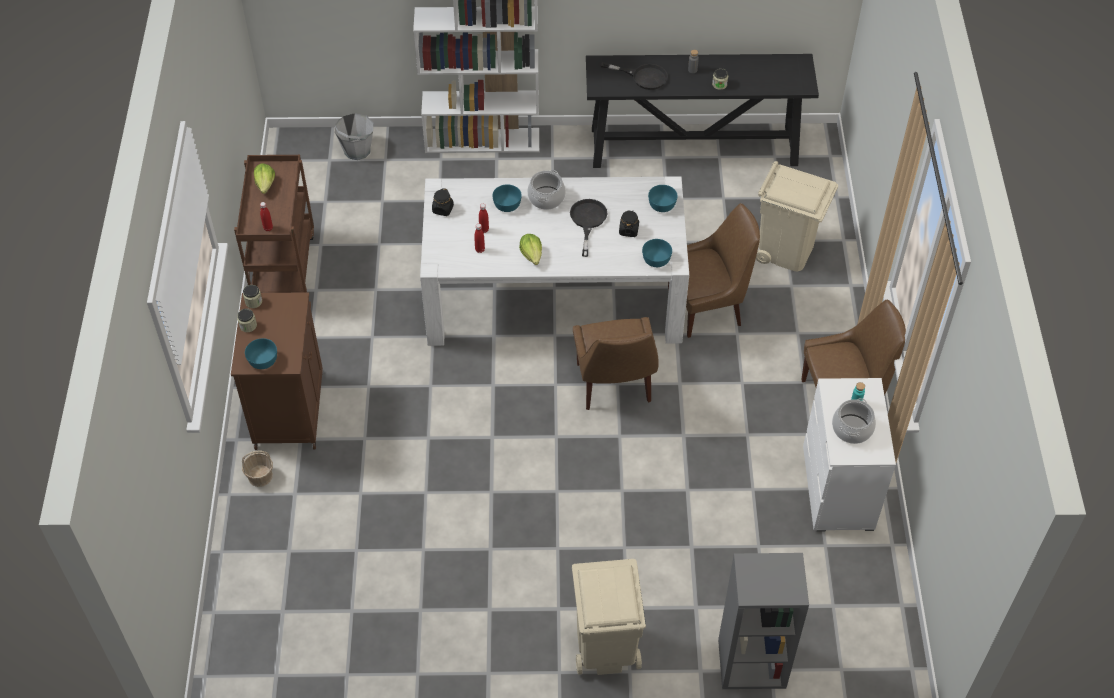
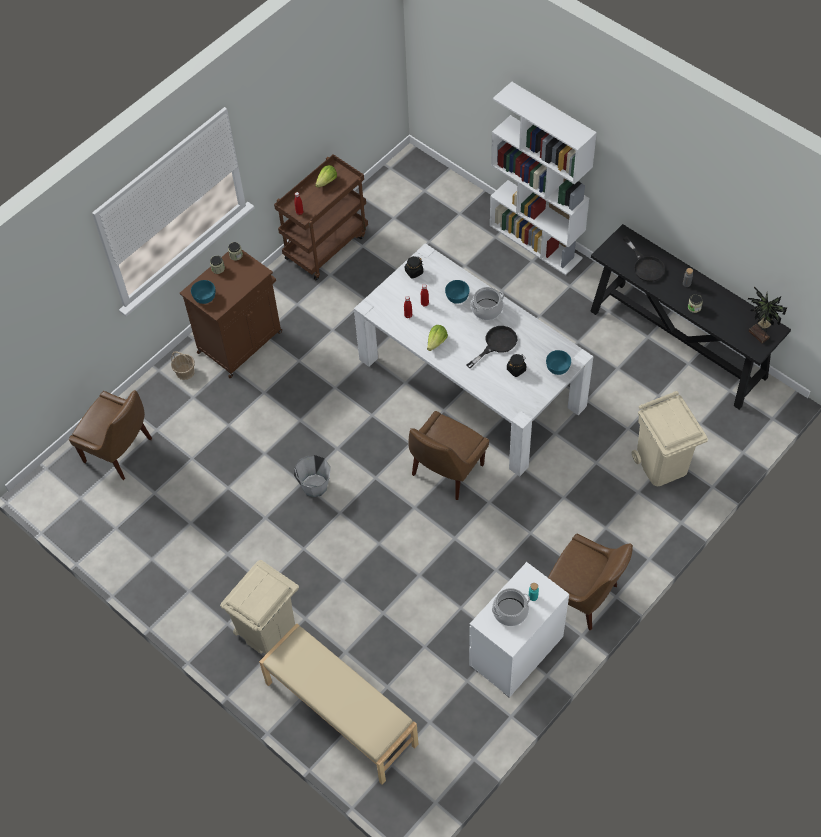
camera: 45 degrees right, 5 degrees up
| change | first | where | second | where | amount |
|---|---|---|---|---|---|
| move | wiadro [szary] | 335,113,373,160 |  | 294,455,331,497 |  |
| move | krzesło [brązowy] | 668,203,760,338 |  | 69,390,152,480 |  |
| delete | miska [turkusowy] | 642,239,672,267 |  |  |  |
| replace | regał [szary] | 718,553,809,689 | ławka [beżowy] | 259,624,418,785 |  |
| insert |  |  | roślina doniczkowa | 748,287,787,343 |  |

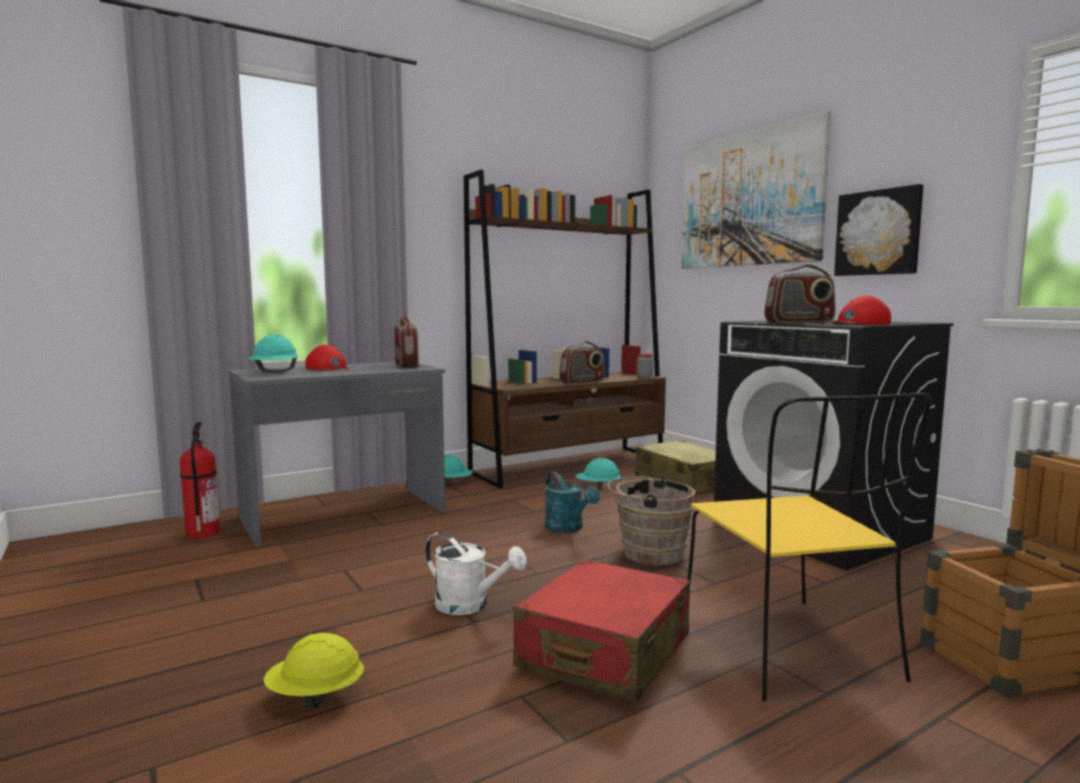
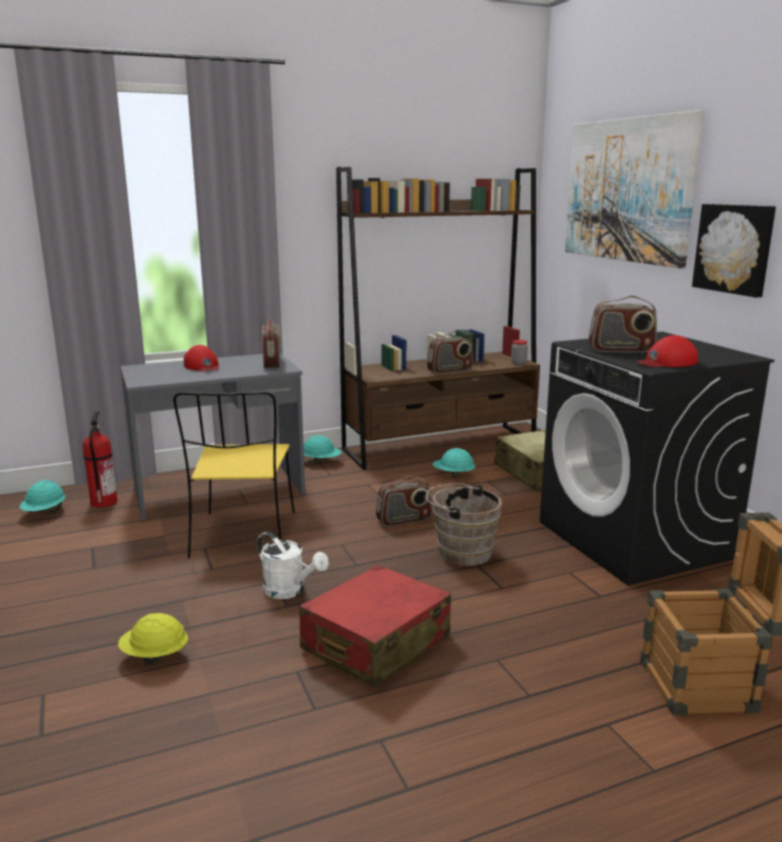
camera: 10 degrees right, 10 degrees up
| change | first | where | second | where | amount |
|---|---|---|---|---|---|
| move | kask [turkusowy] | 248,334,299,372 |  | 20,480,66,513 |  |
| move | krzesło [żółty] | 687,393,931,702 |  | 173,392,295,558 |  |
| replace | konewka [turkusowy] | 545,471,600,533 | radio | 376,476,432,526 |  |

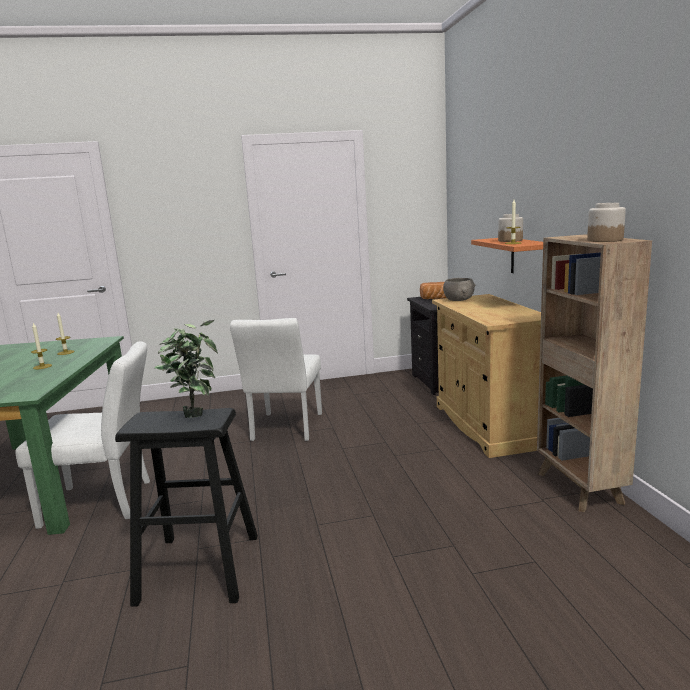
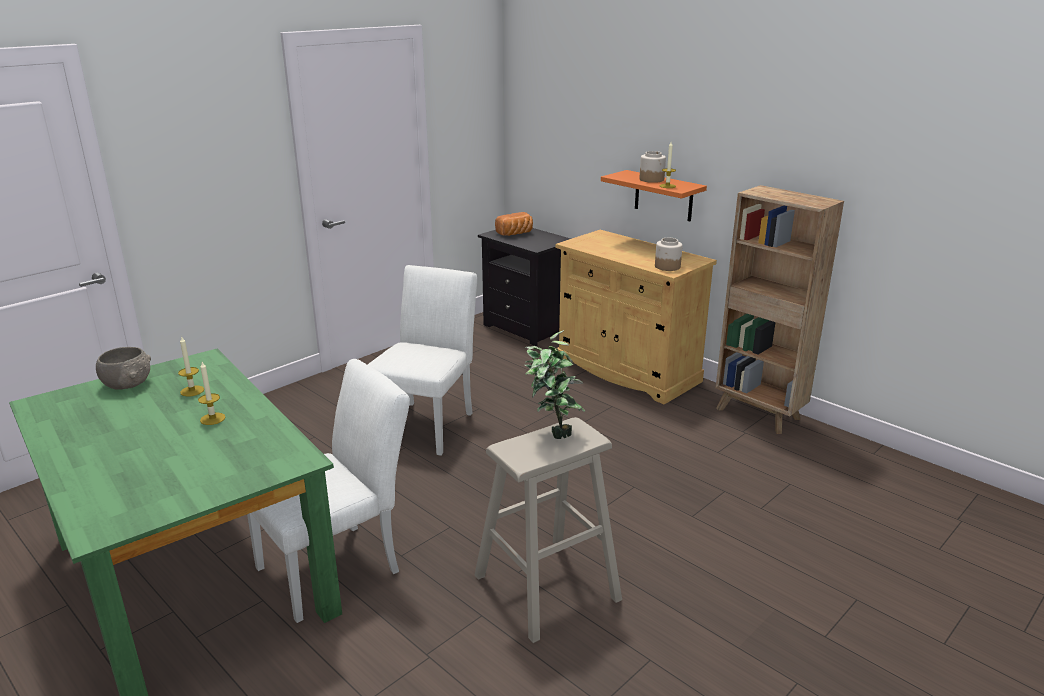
camera: 35 degrees left, 10 degrees up
| change | first | where | second | where | amount |
|---|---|---|---|---|---|
| move | słoik | 587,203,626,242 |  | 655,238,683,271 |  |
| move | miska [szary] | 443,278,475,301 |  | 96,347,151,390 |  |
| rotate | krzesło [biały] | 230,318,322,441 |  | 367,265,477,456 | 135 degrees counterclockwise |
| recolor | stołek [czarny] | 115,408,258,607 | stołek [beżowy] | 475,417,622,643 |  |

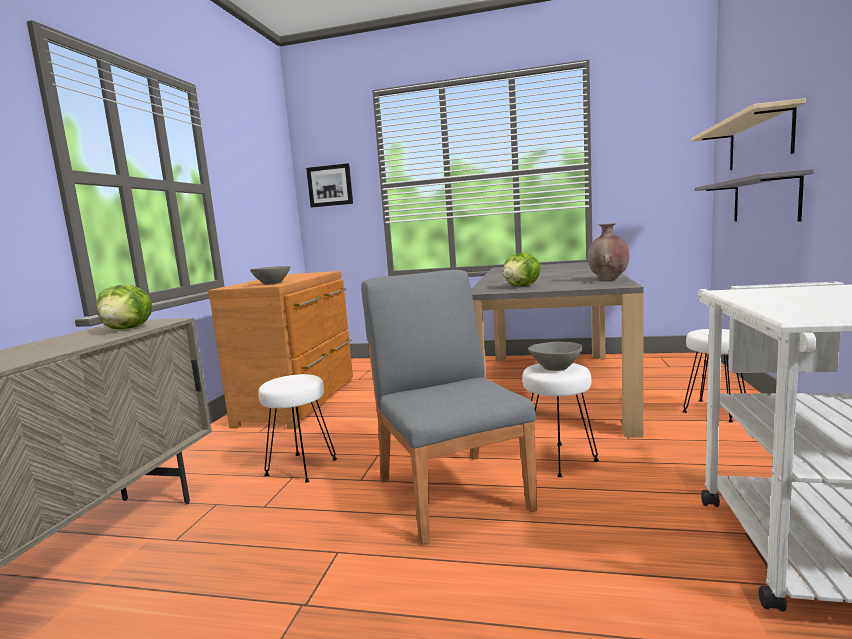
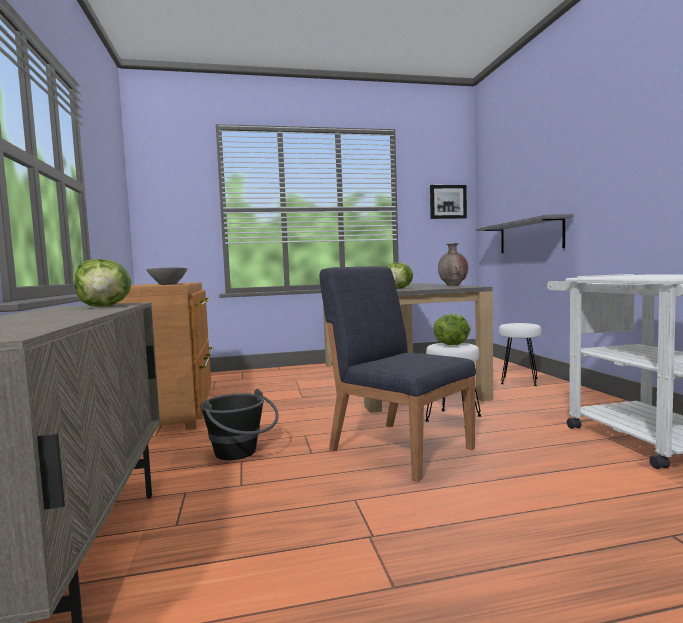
camera: 25 degrees left, 5 degrees down
| change | first | where | second | where | amount |
|---|---|---|---|---|---|
| delete | półka [beżowy] | 691,98,806,170 |  |  |  |
| move | obraz | 306,163,353,207 |  | 430,185,467,219 |  |
| recolor | krzesło [szary] | 361,270,537,545 | krzesło [niebieski] | 319,266,476,482 |  |
| replace | miska [szary] | 528,342,583,371 | sałata | 433,314,471,345 |  |
| replace | stołek [biały] | 258,374,337,483 | wiadro [czarny] | 200,389,279,460 |  |

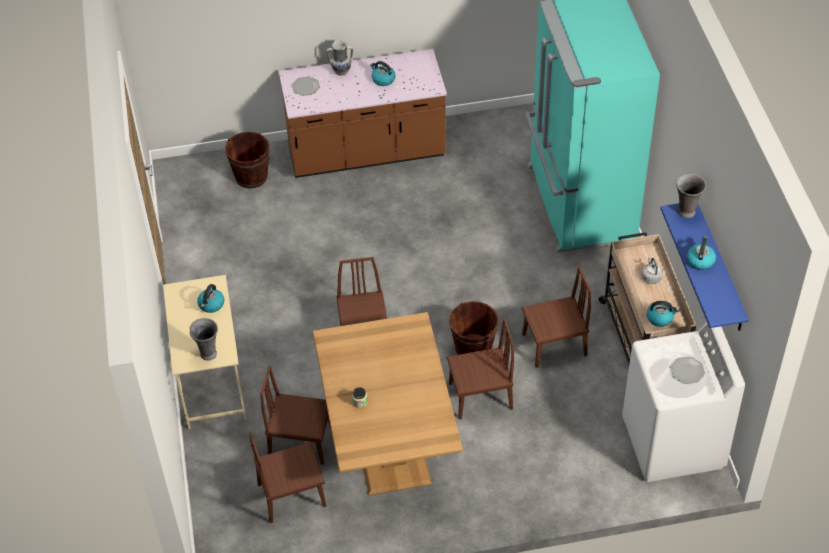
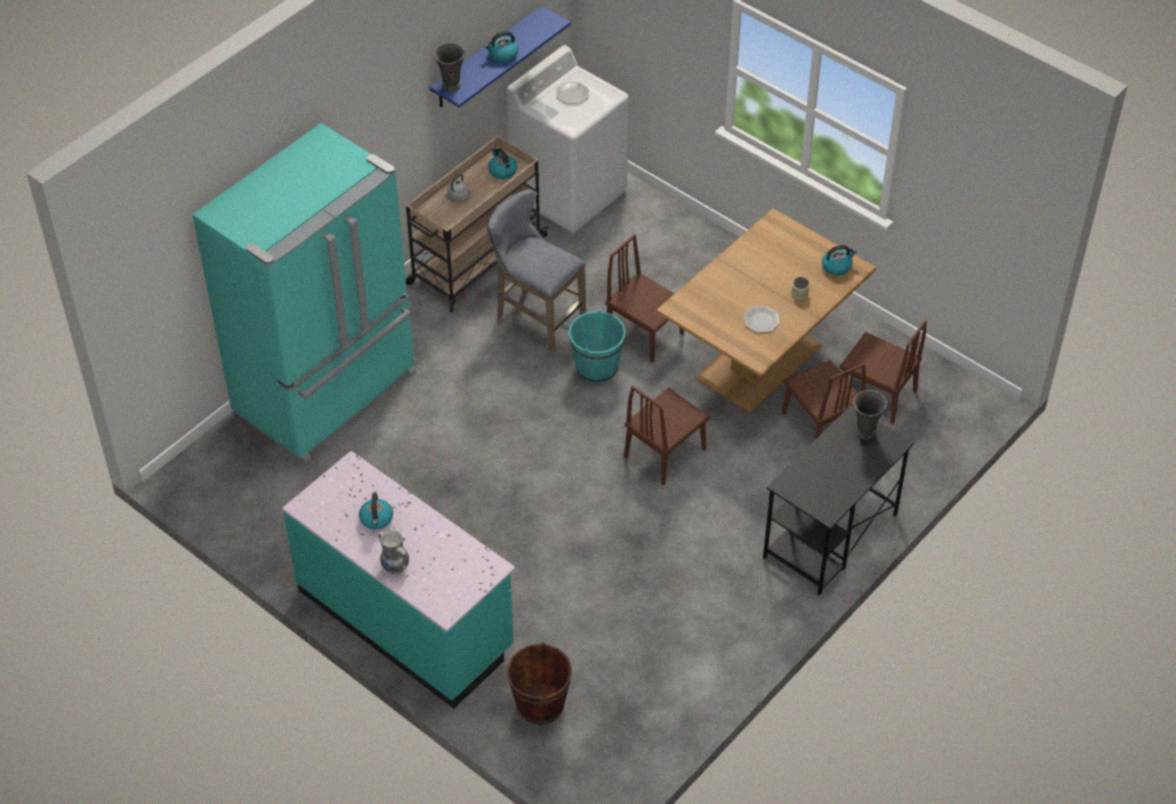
camera: 130 degrees left, 0 degrees up
| change | first | where | second | where | amount |
|---|---|---|---|---|---|
| recolor | zabudowa kuchenna [brązowy] | 279,49,447,178 | zabudowa kuchenna [turkusowy] | 282,451,515,709 |  |
| move | talerz | 292,76,320,96 |  | 744,306,780,333 |  |
| replace | krzesło [brązowy] | 522,266,591,368 | stołek [szary] | 487,189,586,351 |  |
| recolor | biurko [beżowy] | 163,275,246,429 | biurko [czarny] | 763,405,914,595 |  |
| move | czajnik | 197,284,224,313 |  | 822,245,857,276 |  |
| recolor | wiadro [brązowy] | 449,301,499,355 | wiadro [turkusowy] | 569,310,626,384 |  |

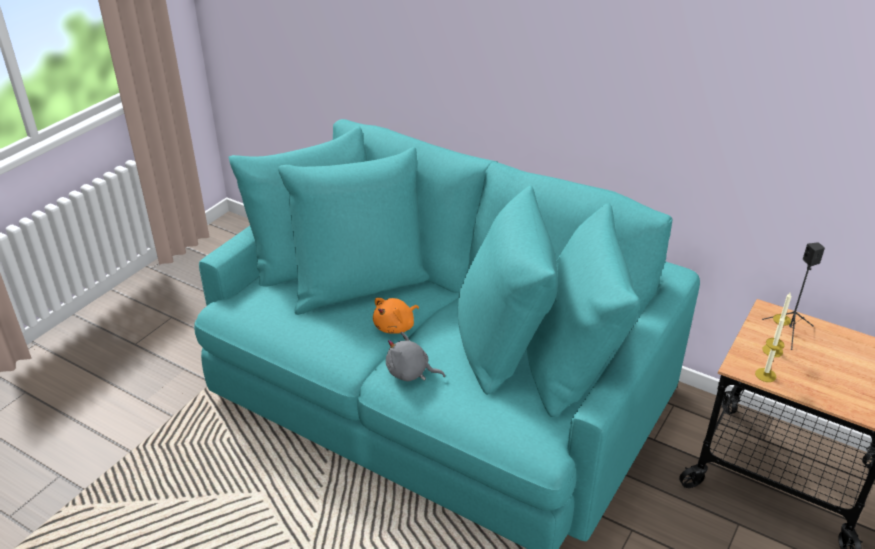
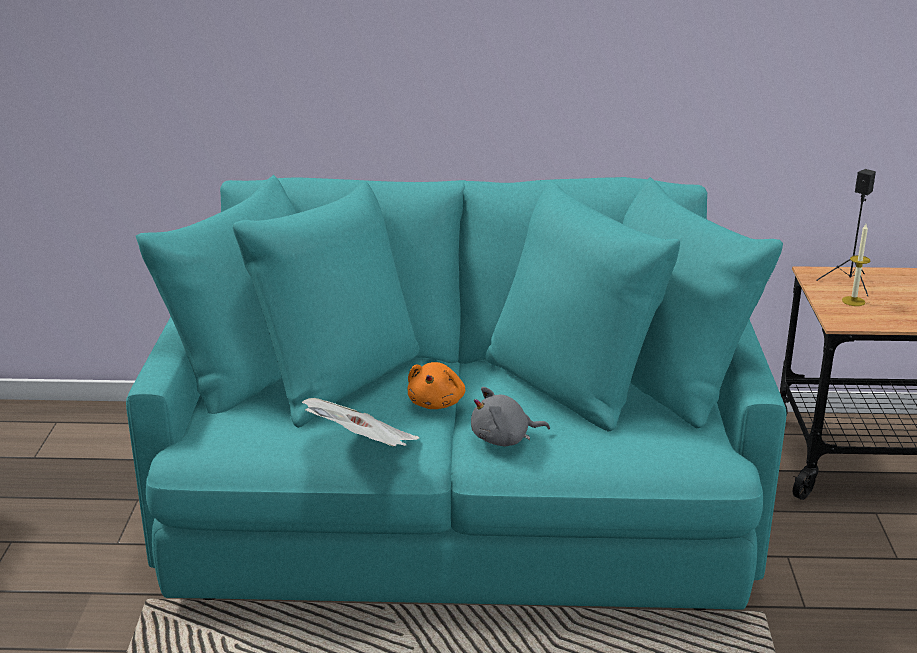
camera: 30 degrees left, 10 degrees down
| change | first | where | second | where | amount |
|---|---|---|---|---|---|
| delete | świeca | 755,316,785,382 |  |  |  |
| insert |  |  | gazeta | 302,398,419,446 |  |

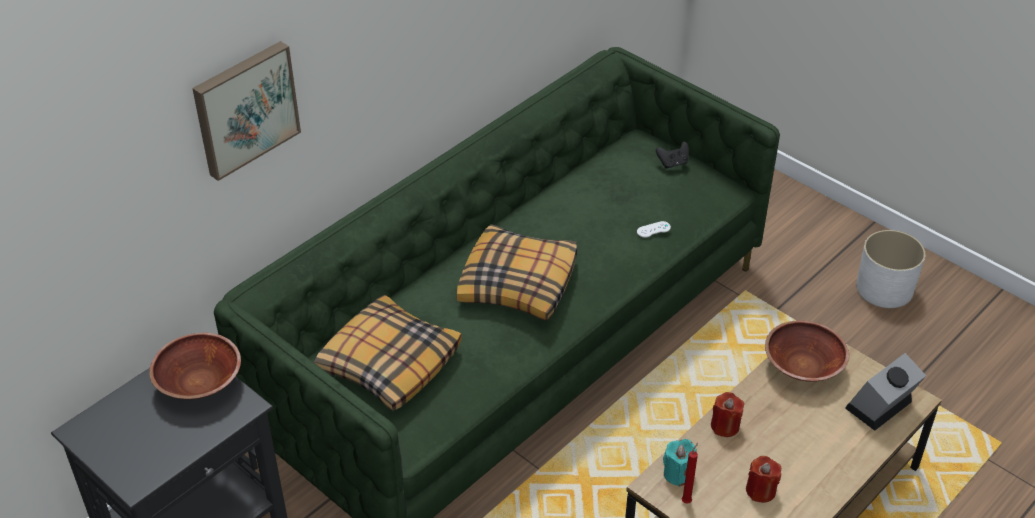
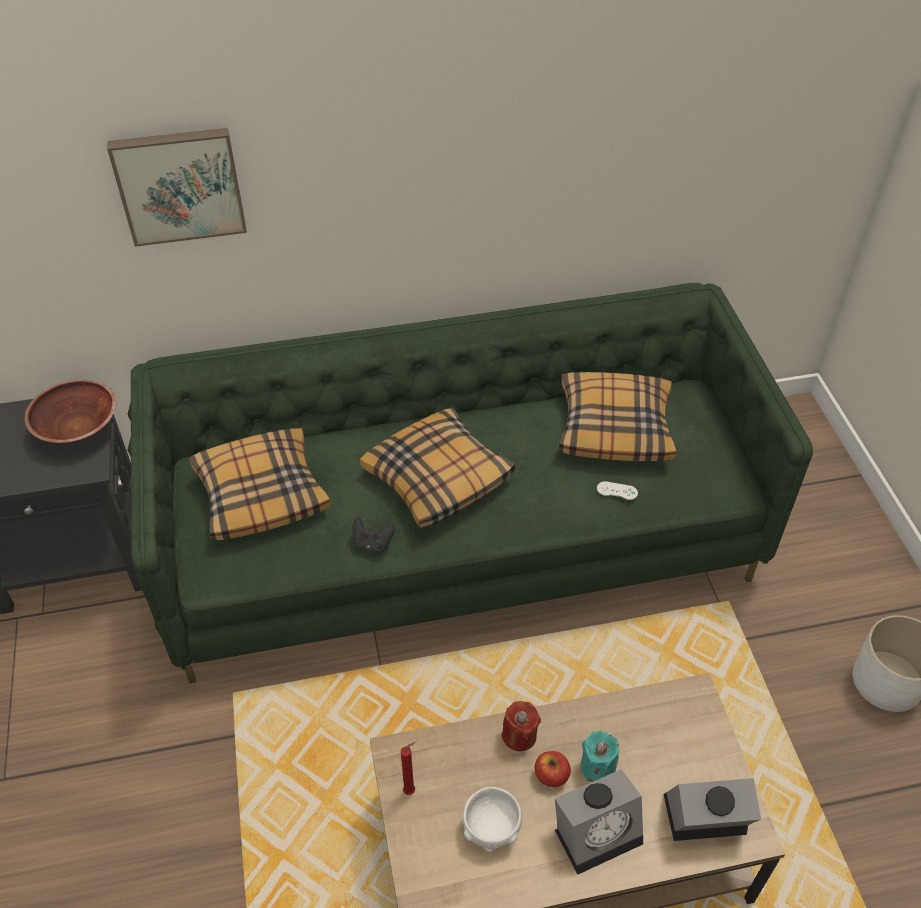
camera: 35 degrees right, 5 degrees up
| change | first | where | second | where | amount |
|---|---|---|---|---|---|
| move | pad do gier [czarny] | 656,141,689,168 |  | 352,517,395,552 |  |
| delete | miska [brązowy] | 765,320,849,382 |  |  |  |
| move | świeca [turkusowy] | 663,439,697,487 |  | 581,731,619,782 |  |
| replace | świeca [czerwony] | 746,456,781,503 | miska [biały] | 463,787,522,852 |  |
| insert |  |  | poduszka | 559,372,676,461 |  |
| insert |  |  | jabłko | 535,751,571,787 |  |
| insert |  |  | budzik | 555,769,643,875 |  |

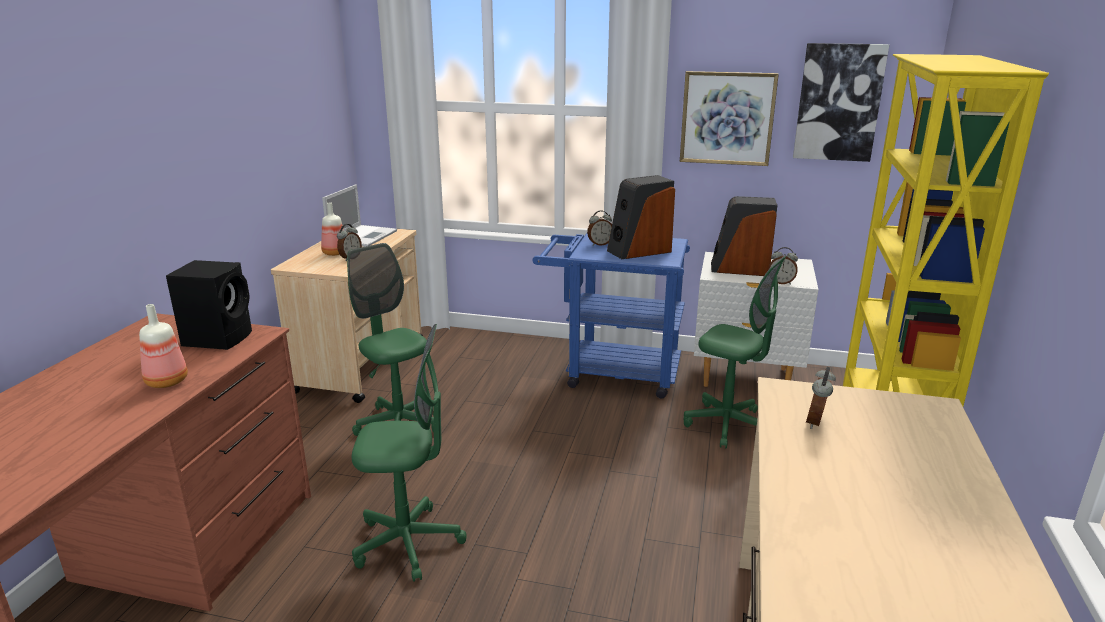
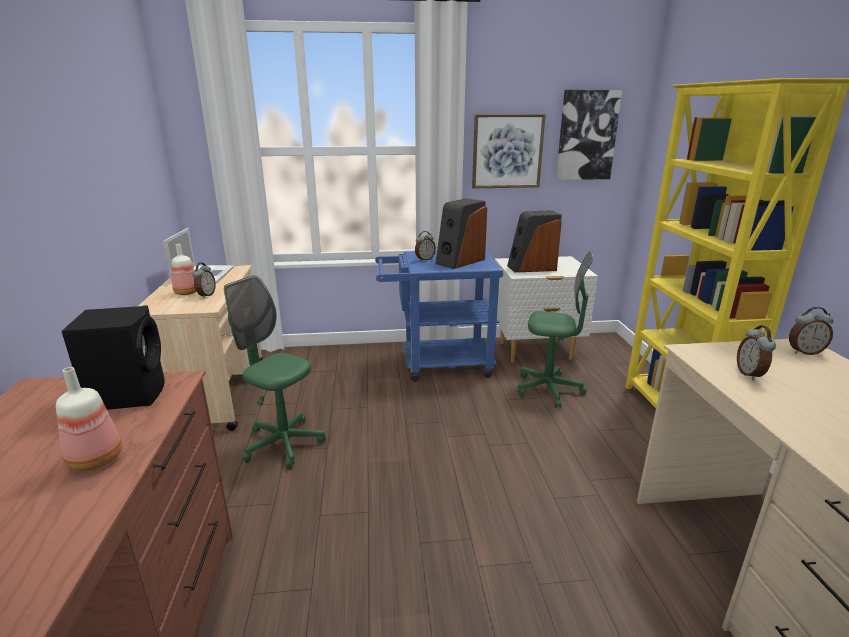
camera: 20 degrees left, 0 degrees up
| change | first | where | second | where | amount |
|---|---|---|---|---|---|
| move | budzik | 768,247,798,285 |  | 789,307,833,355 |  |
| delete | krzesło biurowe [zielony] | 352,324,467,582 |  |  |  |

